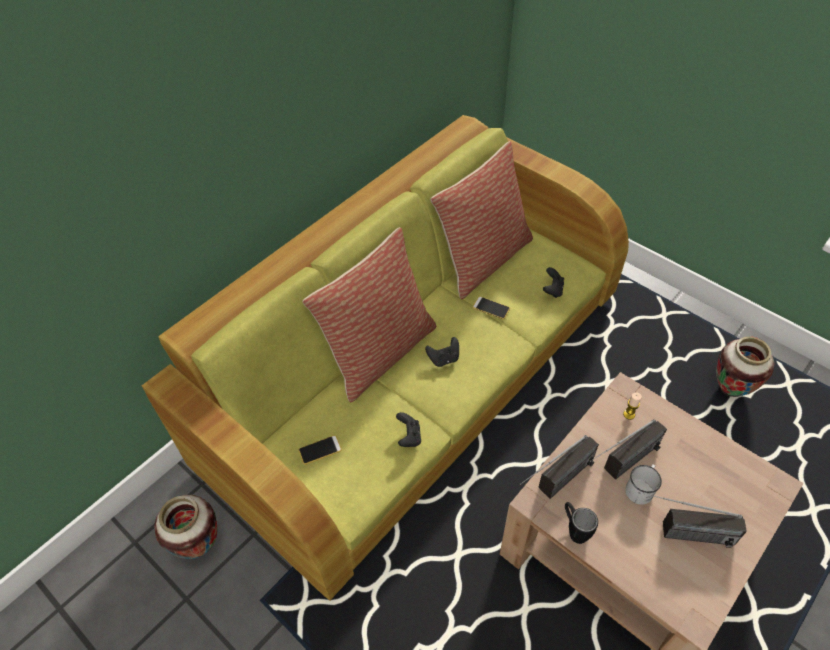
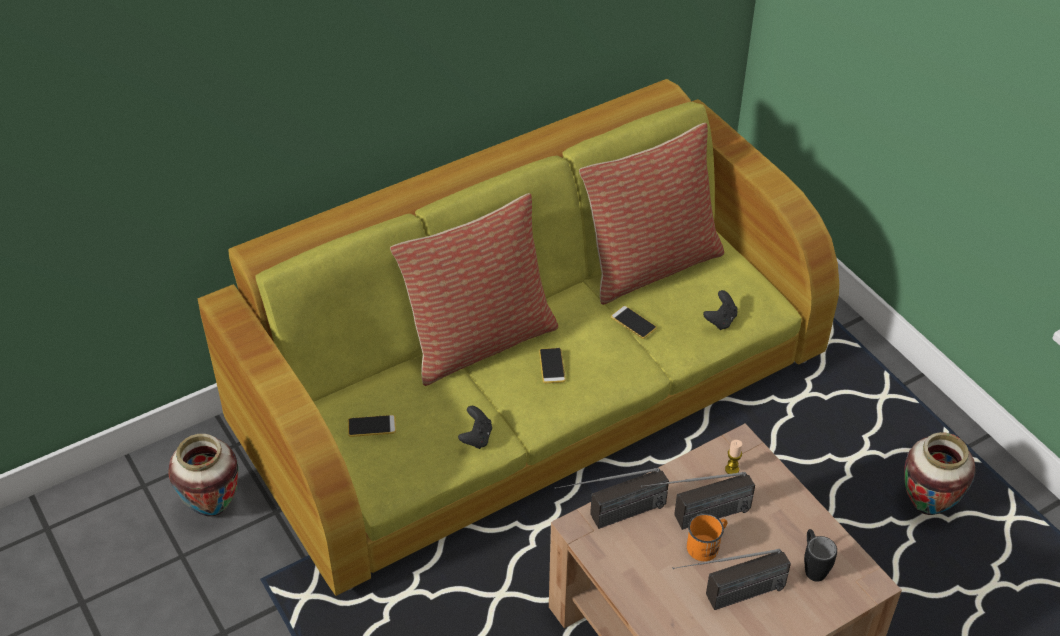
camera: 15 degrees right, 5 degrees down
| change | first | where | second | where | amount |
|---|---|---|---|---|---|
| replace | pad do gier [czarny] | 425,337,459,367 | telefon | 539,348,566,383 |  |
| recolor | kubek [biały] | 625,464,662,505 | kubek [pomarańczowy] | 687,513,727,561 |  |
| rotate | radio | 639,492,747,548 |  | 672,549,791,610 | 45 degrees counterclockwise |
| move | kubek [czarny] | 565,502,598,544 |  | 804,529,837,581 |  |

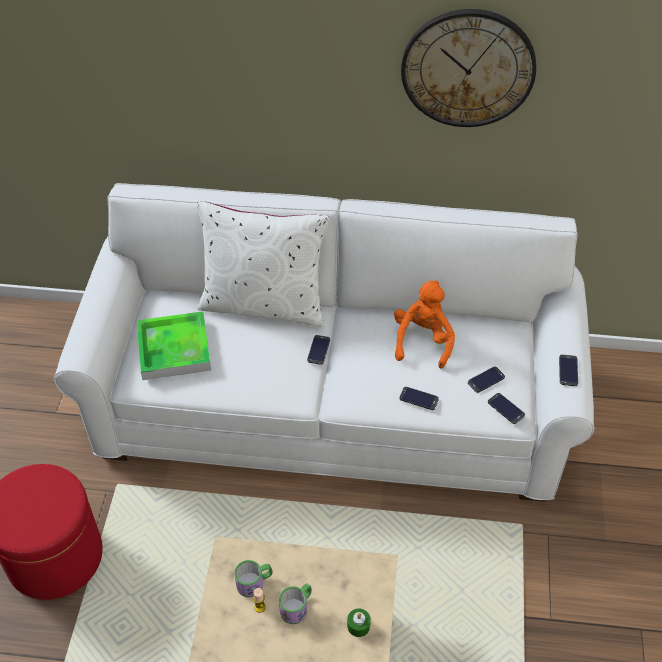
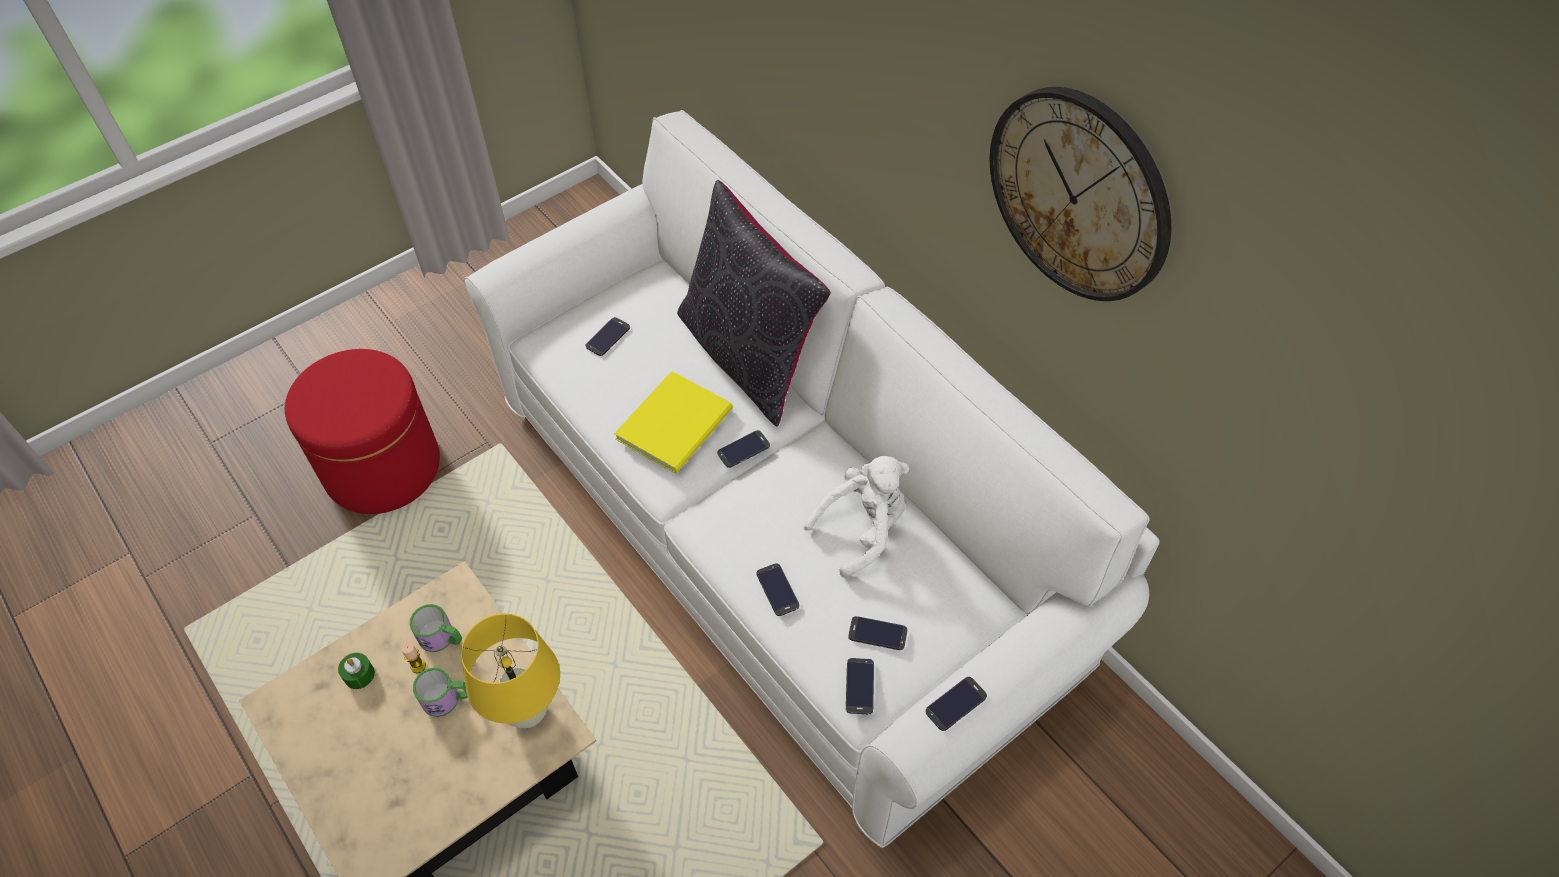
camera: 45 degrees right, 5 degrees up
| change | first | where | second | where | amount |
|---|---|---|---|---|---|
| recolor | poduszka [biały] | 198,201,330,326 | poduszka [czarny] | 677,180,831,426 |  |
| recolor | pluszak [pomarańczowy] | 394,280,455,369 | pluszak [biały] | 804,456,910,578 |  |
| replace | taca | 137,311,211,380 | telefon | 586,317,630,356 |  |
| move | świeca [zielony] | 347,608,371,637 |  | 338,653,375,689 |  |
| insert |  |  | książka [żółty] | 614,371,733,474 |  |
| insert |  |  | lampa stołowa [żółty] | 461,614,560,728 |  |

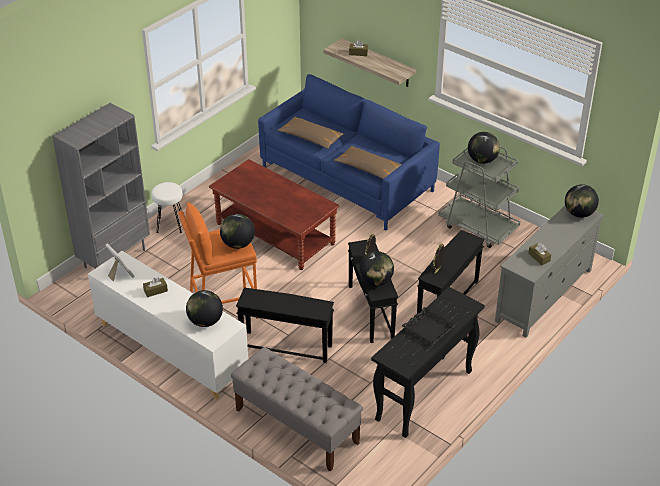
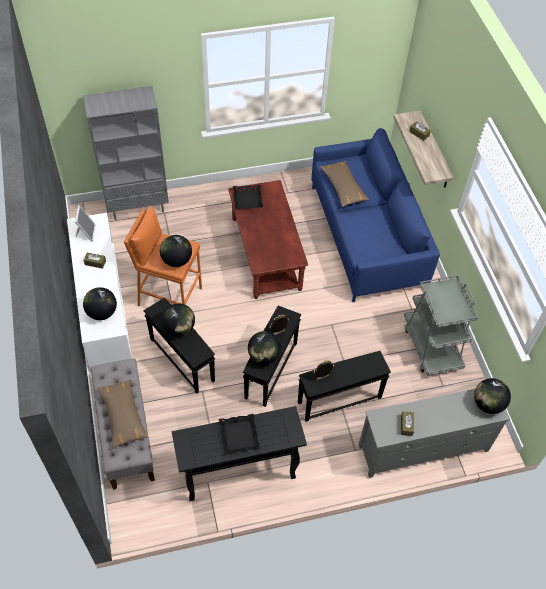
camera: 35 degrees right, 15 degrees up
| change | first | where | second | where | amount |
|---|---|---|---|---|---|
| move | globus | 468,132,500,164 |  | 162,303,195,336 |  |
| move | poduszka [brązowy] | 334,146,402,179 |  | 97,379,148,449 |  |
| delete | stołek [biały] | 151,182,183,233 |  |  |  |
| insert |  |  | taca [czarny] | 233,185,263,209 |  |

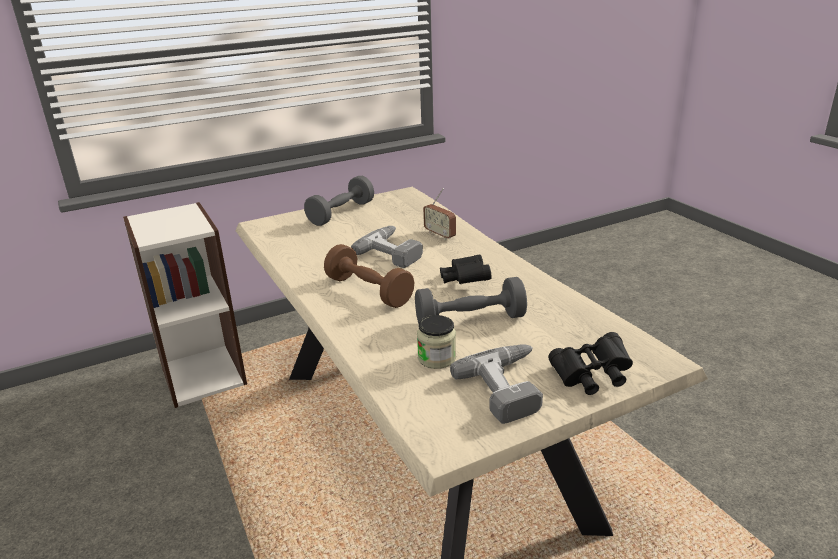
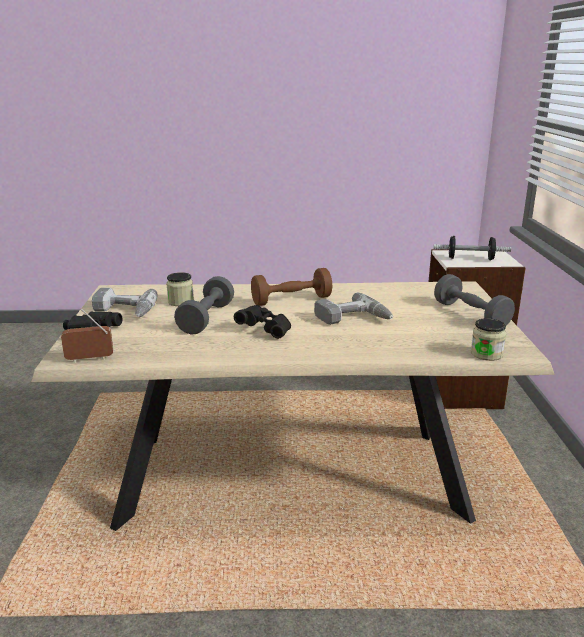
camera: 115 degrees right, 5 degrees down
| change | first | where | second | where | amount |
|---|---|---|---|---|---|
| move | radio | 423,188,456,240 |  | 61,308,113,363 |  |
| insert |  |  | hantel | 433,236,511,260 |  |
| insert |  |  | słoik | 471,318,506,361 |  |

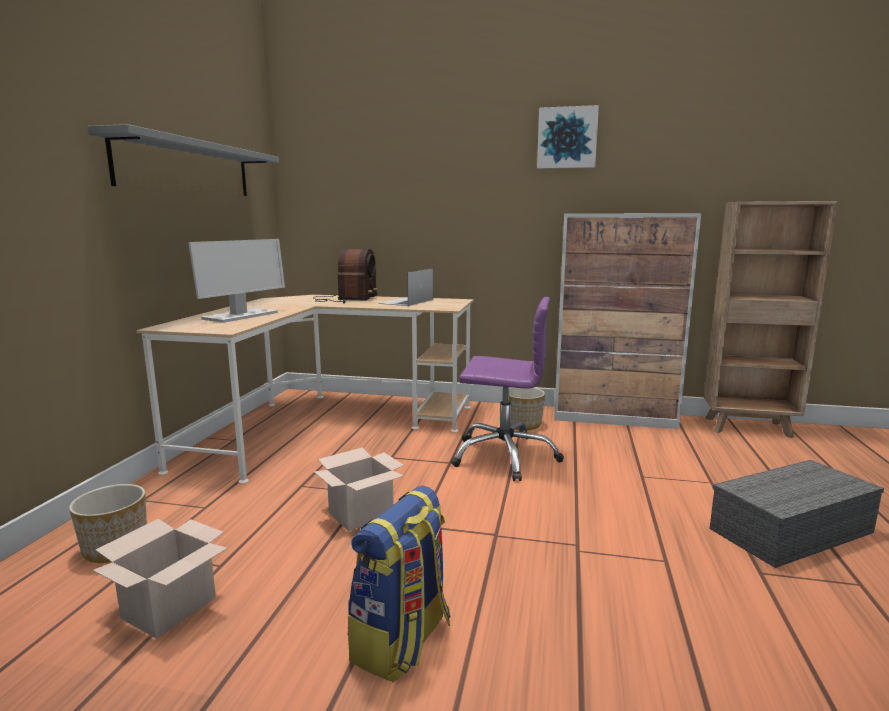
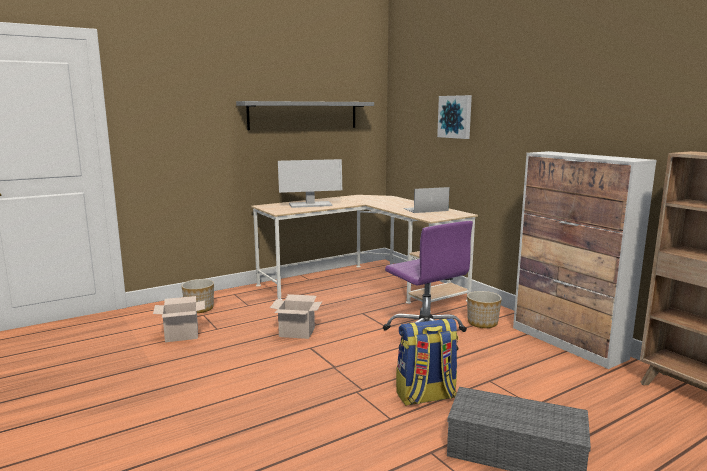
camera: 45 degrees right, 0 degrees up
| change | first | where | second | where | amount |
|---|---|---|---|---|---|
| move | obraz | 537,105,599,169 |  | 437,95,472,139 |  |
| delete | radio | 313,249,378,303 |  |  |  |
| move | plecak | 347,486,451,682 |  | 396,318,458,406 |  |

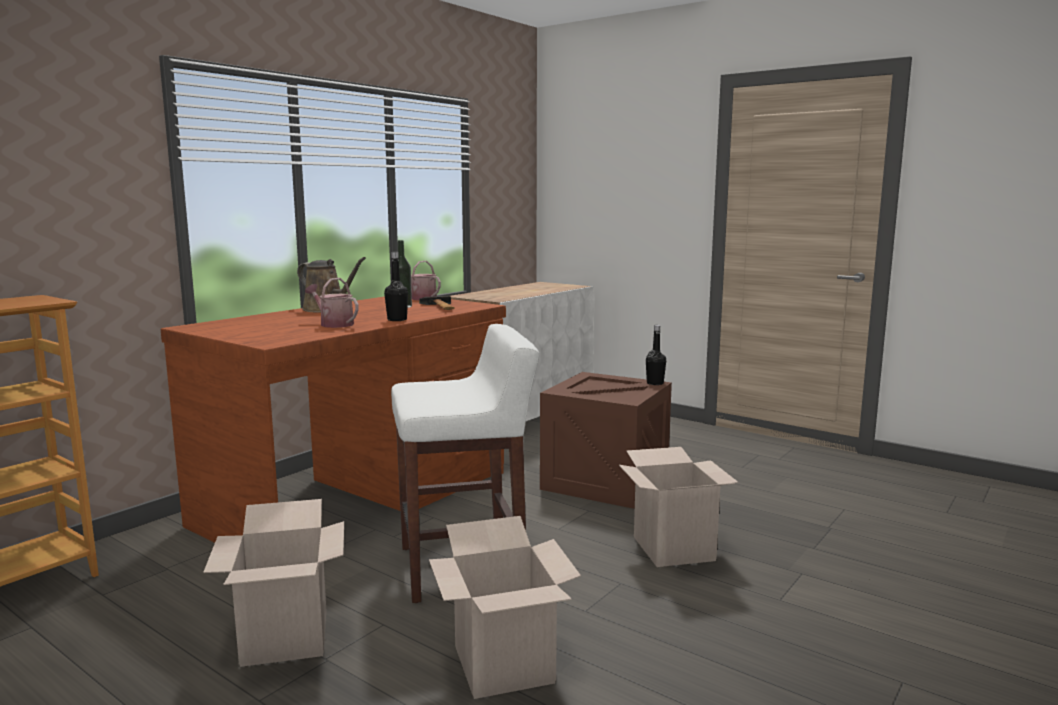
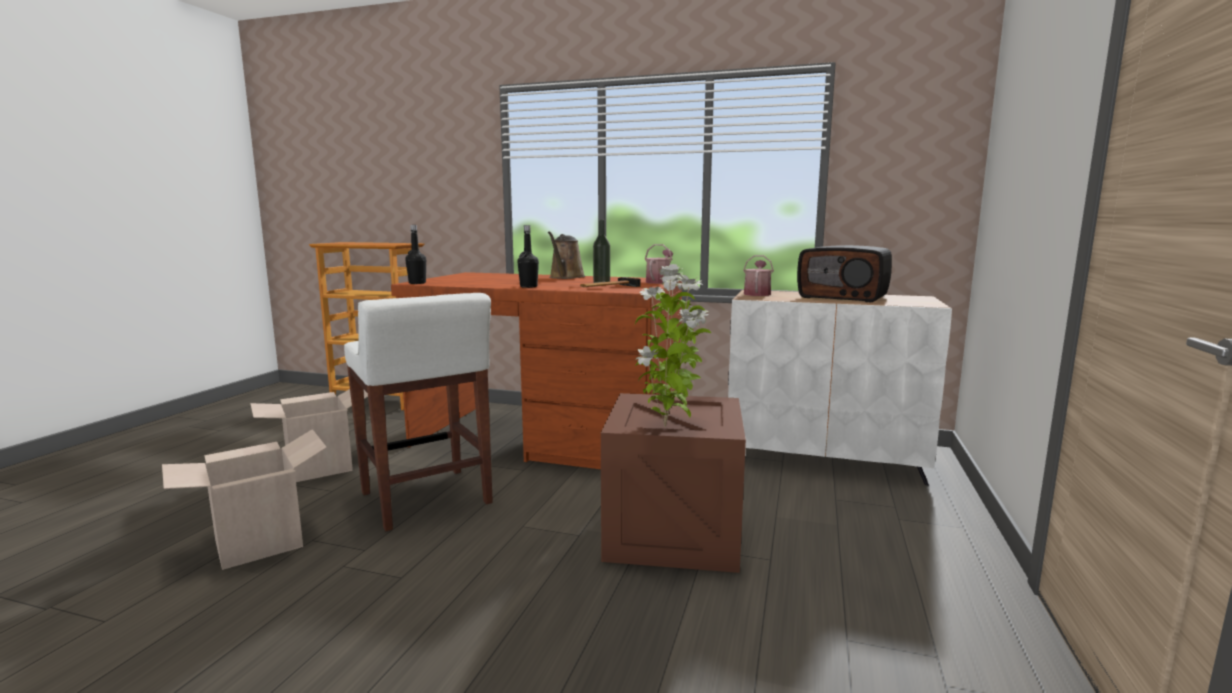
camera: 70 degrees right, 0 degrees up
| change | first | where | second | where | amount |
|---|---|---|---|---|---|
| move | konewka | 305,278,359,328 |  | 743,255,774,296 |  |
| move | butelka [czarny] | 646,325,666,385 |  | 405,225,426,284 |  |
| delete | karton | 619,447,738,567 |  |  |  |
| insert |  |  | radio | 797,245,892,302 |  |
| insert |  |  | roślina doniczkowa | 635,264,711,427 |  |

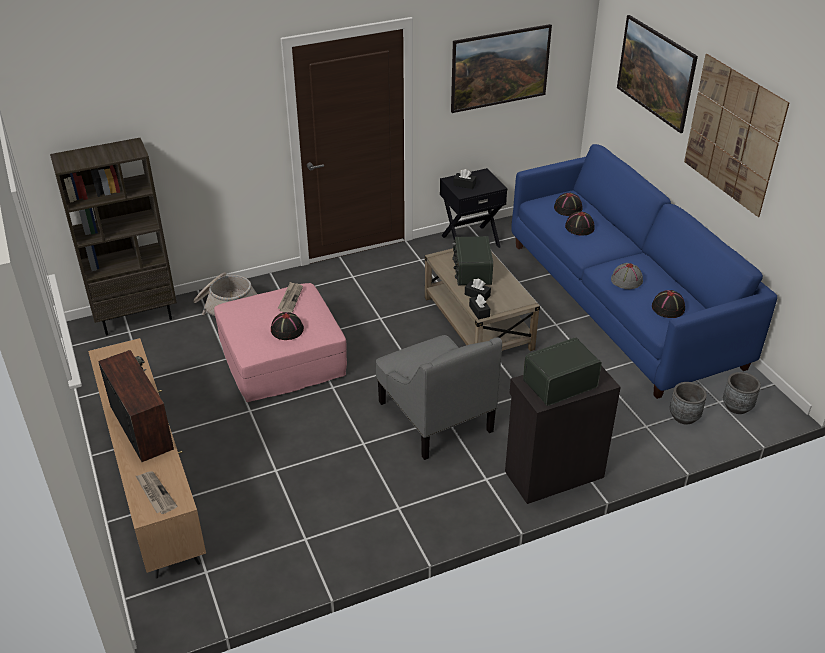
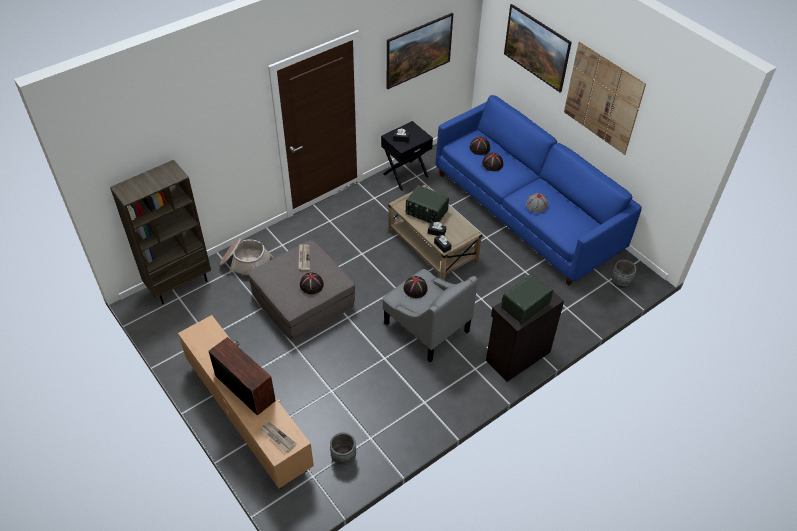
camera: 15 degrees left, 10 degrees up
| change | first | where | second | where | amount |
|---|---|---|---|---|---|
| rotate | radio | 453,236,493,286 |  | 406,185,449,223 | 45 degrees counterclockwise |
| recolor | pufa [różowy] | 214,283,347,402 | pufa [szary] | 248,240,355,341 |  |
| move | kapelusz [czarny] | 652,290,685,318 |  | 404,276,428,298 |  |
| move | donica [szary] | 670,382,707,425 |  | 330,432,356,465 |  |

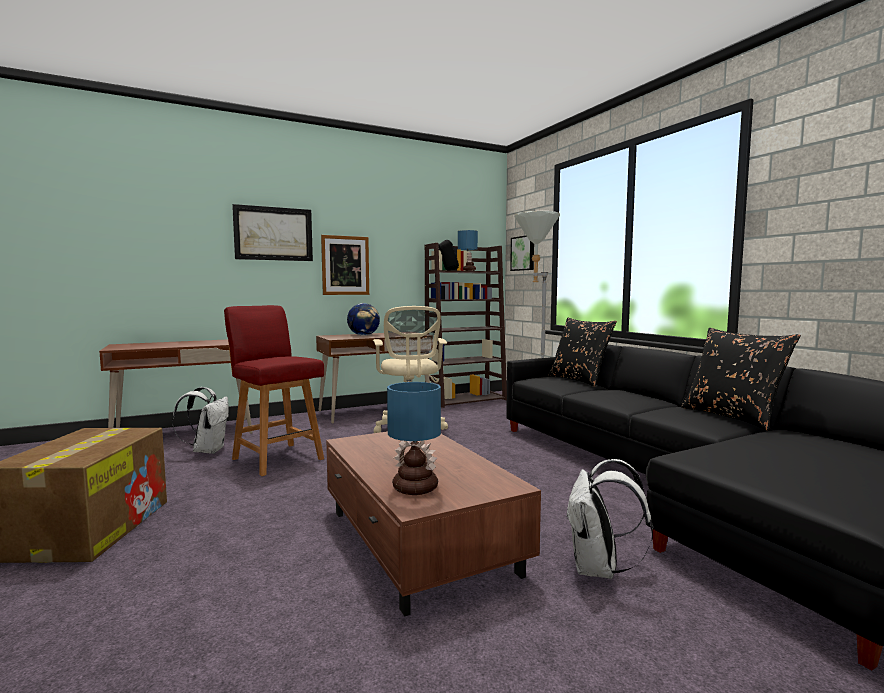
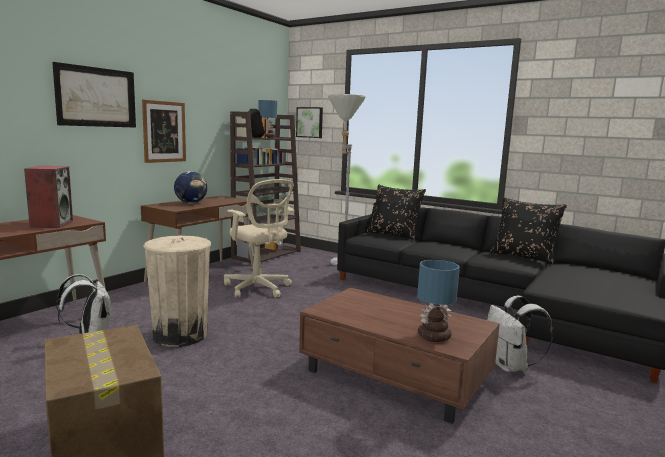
camera: 30 degrees left, 5 degrees up
| change | first | where | second | where | amount |
|---|---|---|---|---|---|
| replace | krzesło [czerwony] | 224,305,324,476 | kosz na śmieci [beżowy] | 143,236,211,347 |  |
| insert |  |  | głośnik | 24,166,73,228 |  |

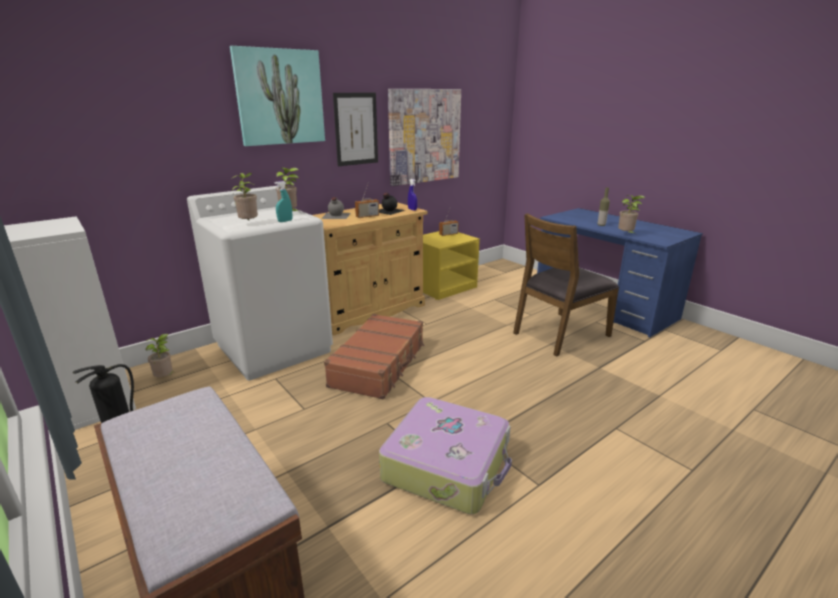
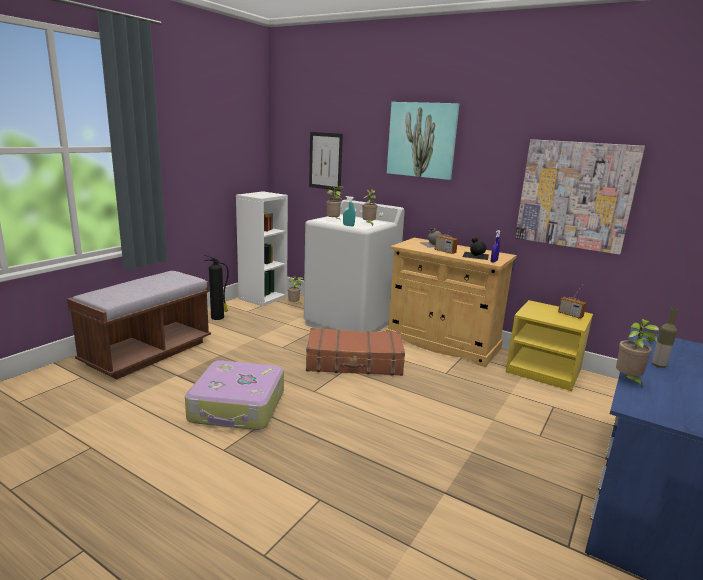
camera: 70 degrees right, 5 degrees down
| change | first | where | second | where | amount |
|---|---|---|---|---|---|
| move | obraz | 333,93,378,166 |  | 309,132,343,191 |  |
| delete | krzesło [brązowy] | 513,213,619,357 |  |  |  |

